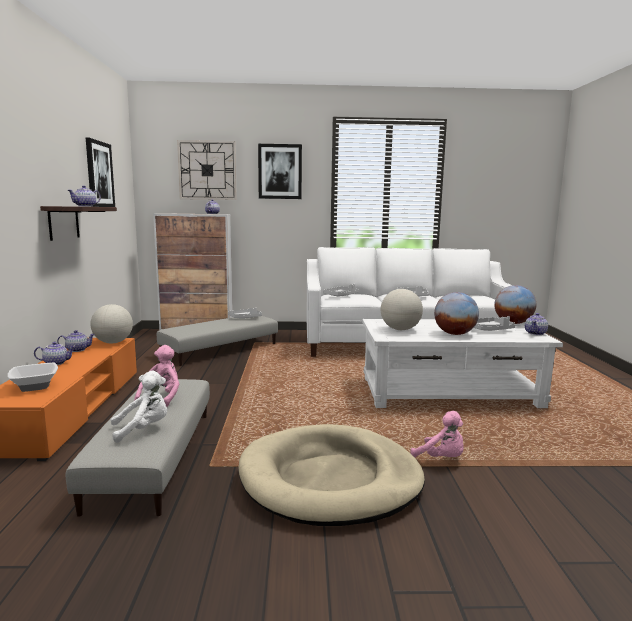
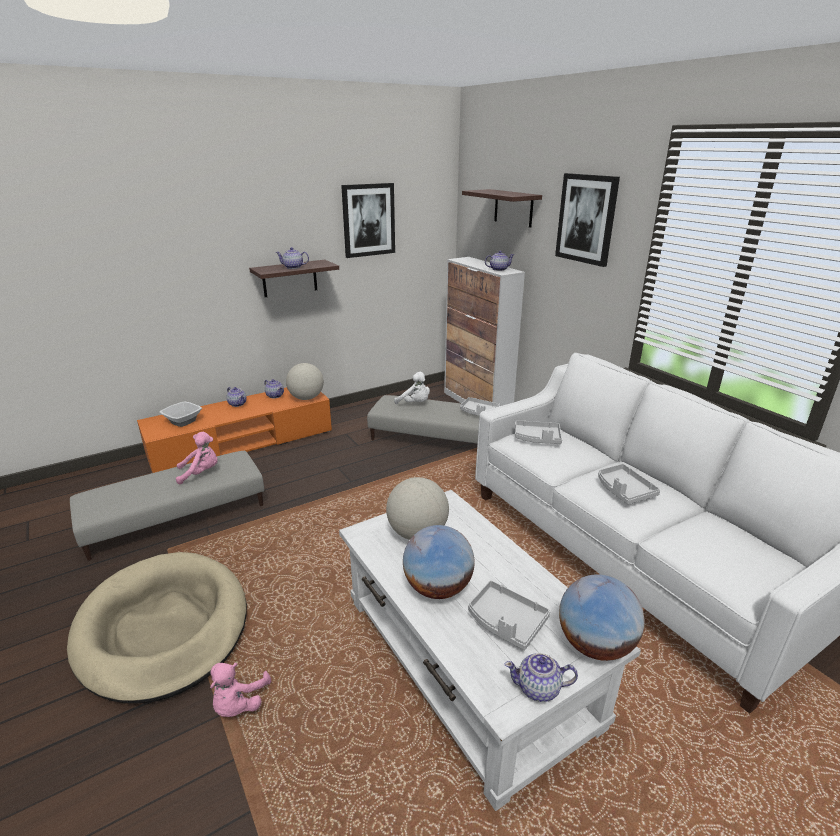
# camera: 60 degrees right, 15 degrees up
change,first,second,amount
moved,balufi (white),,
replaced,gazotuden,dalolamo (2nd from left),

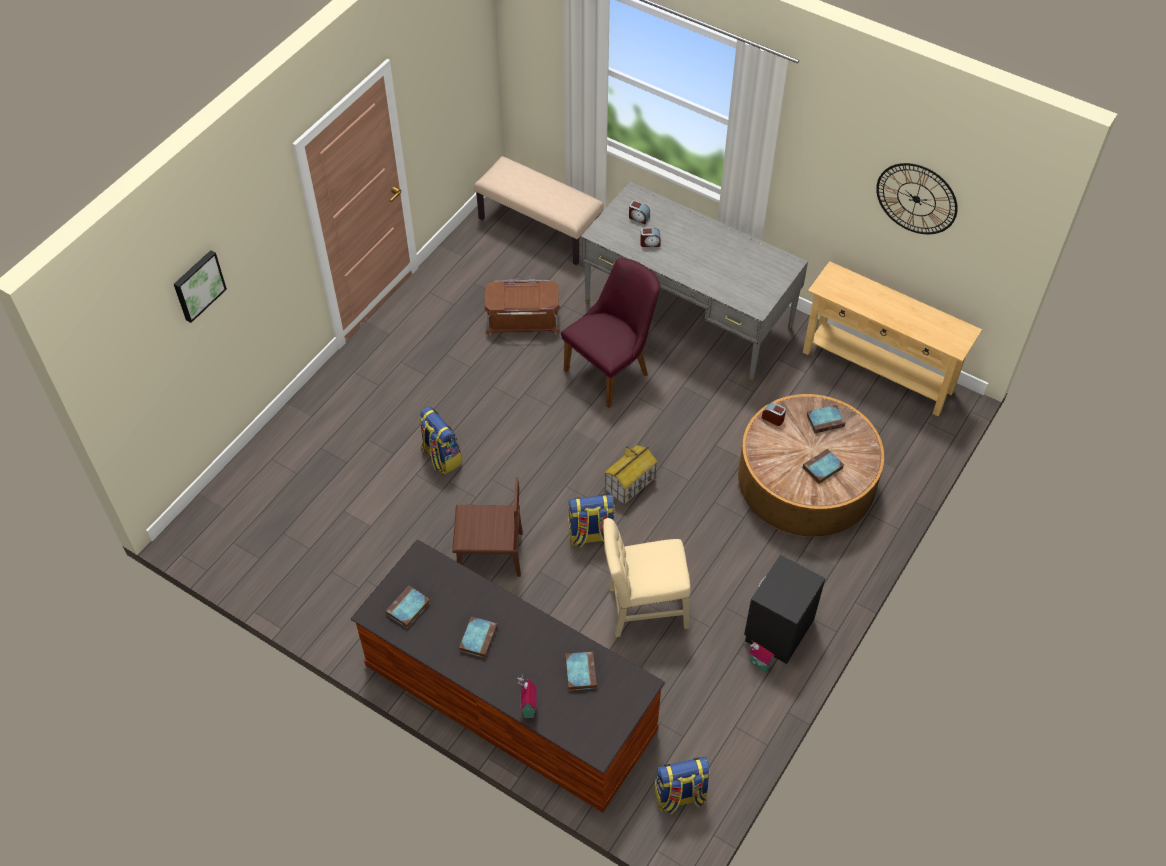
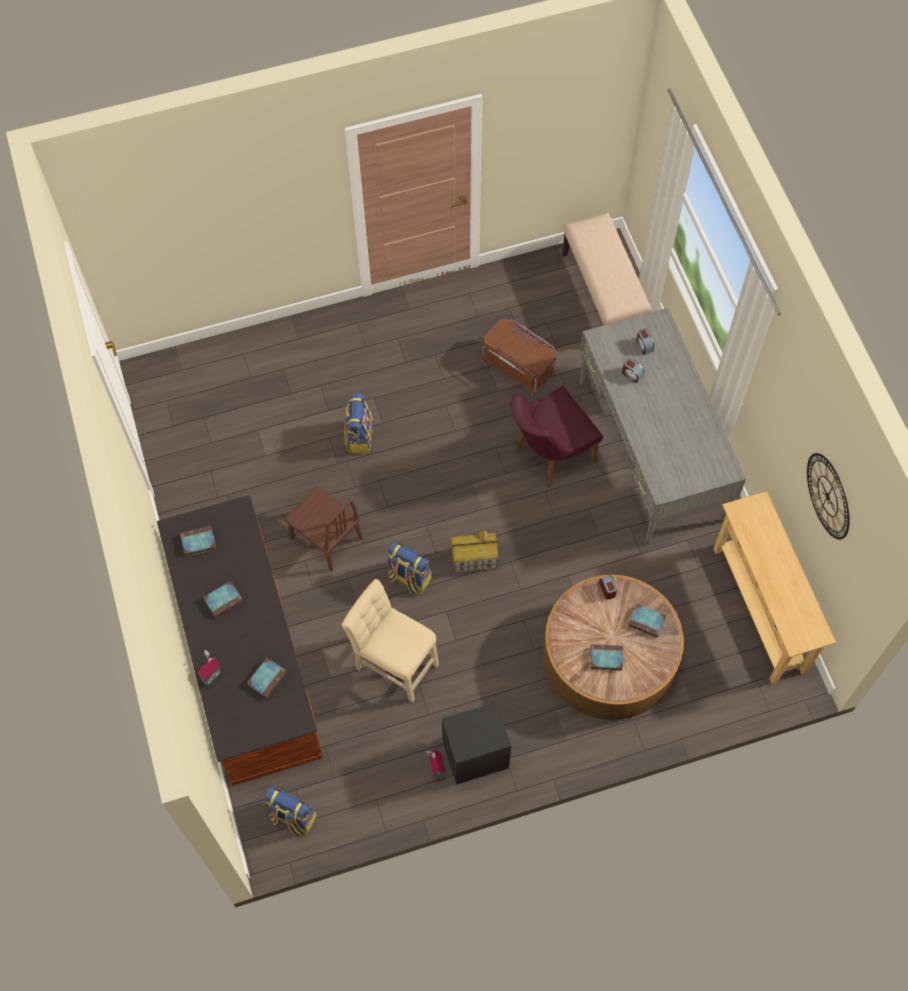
# camera: 40 degrees right, 10 degrees up
change,first,second,amount
turned,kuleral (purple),,150 degrees clockwise
removed,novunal,,

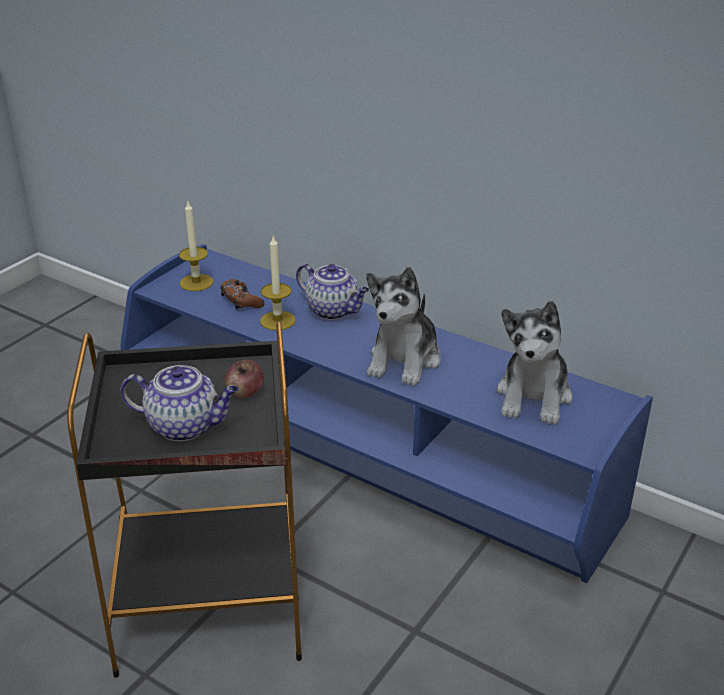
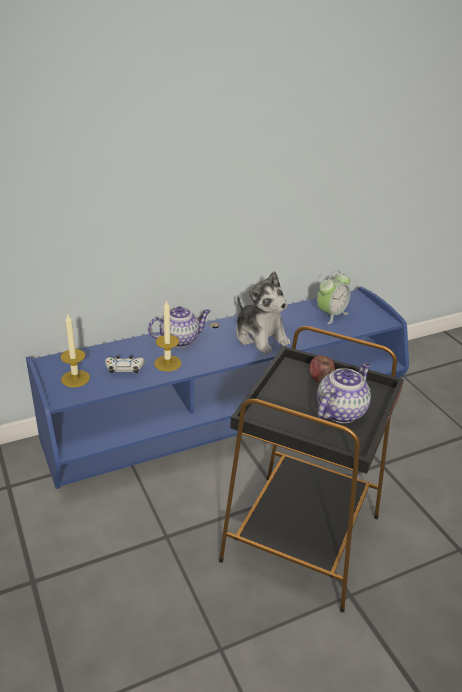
# camera: 60 degrees left, 0 degrees up
change,first,second,amount
recoloured,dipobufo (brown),dipobufo (white),
replaced,balufi (2nd from left),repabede,

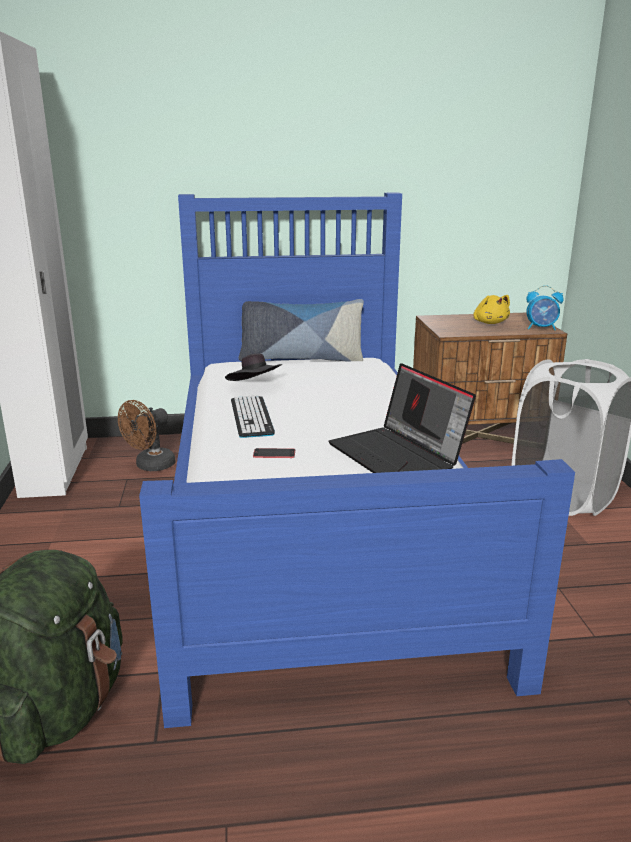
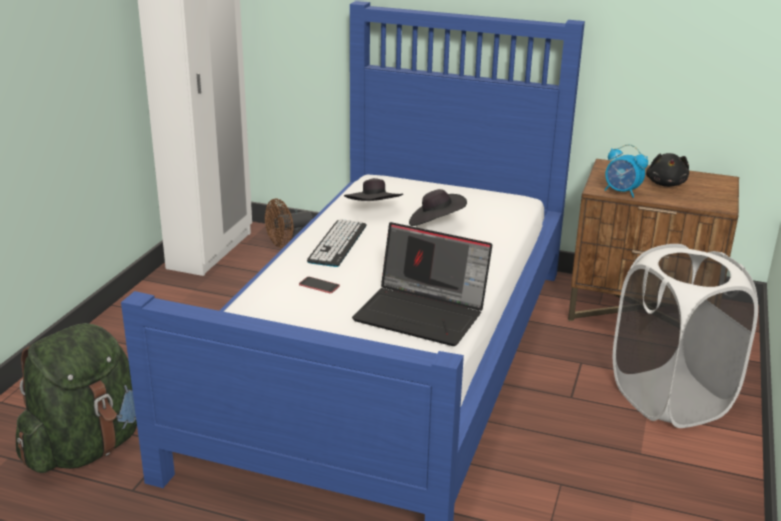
# camera: 25 degrees right, 5 degrees up
change,first,second,amount
turned,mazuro,,60 degrees counterclockwise
added,,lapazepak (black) (2nd from left),
moved,repabede,,
recoloured,balufi (yellow),balufi (black),
removed,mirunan,,

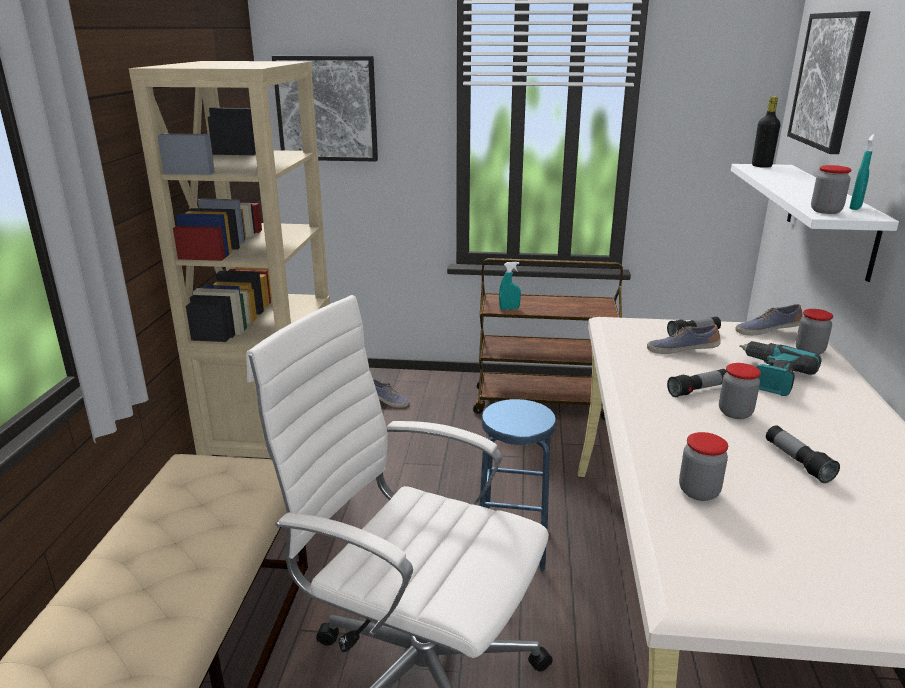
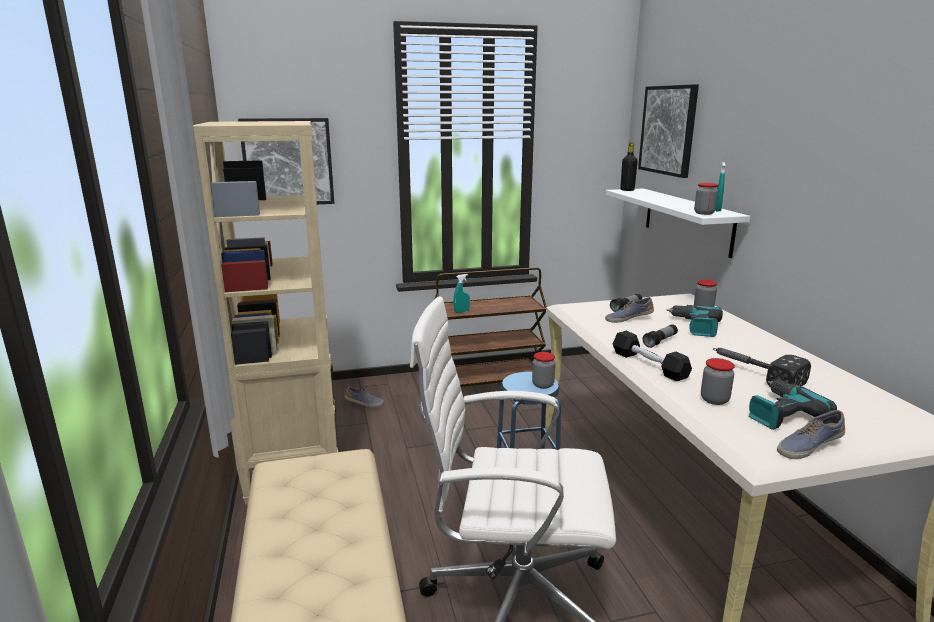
# camera: 20 degrees left, 5 degrees down
change,first,second,amount
moved,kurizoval (2nd from left in the first image),kurizoval (1st from left),
added,,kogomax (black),
replaced,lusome (3rd from left),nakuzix,
added,,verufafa (2nd from left),
moved,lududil (3rd from left),,

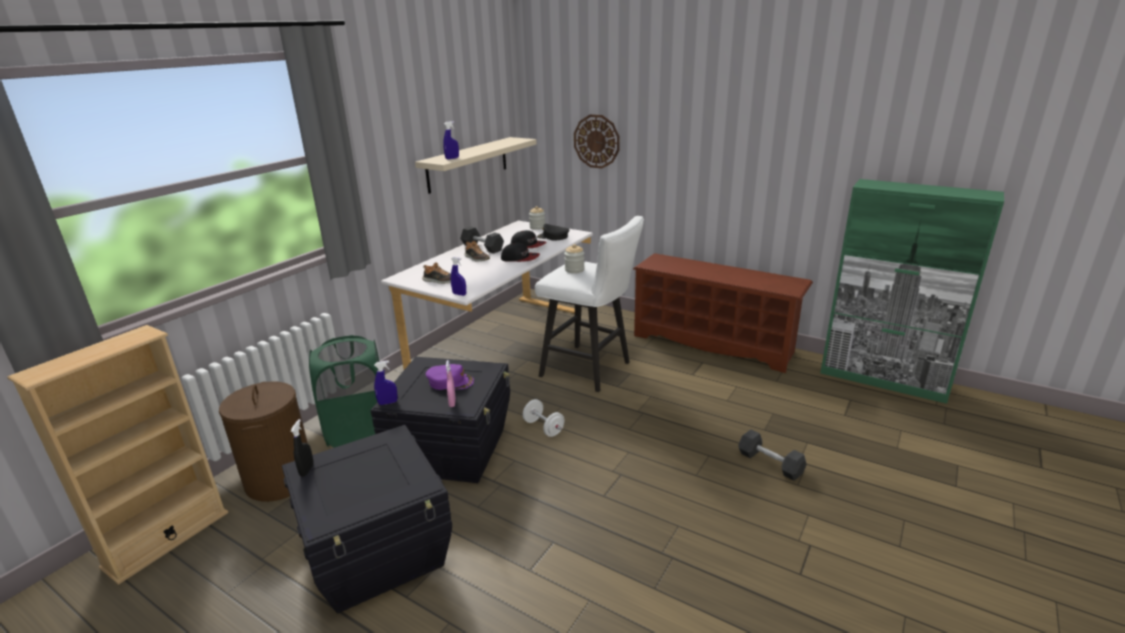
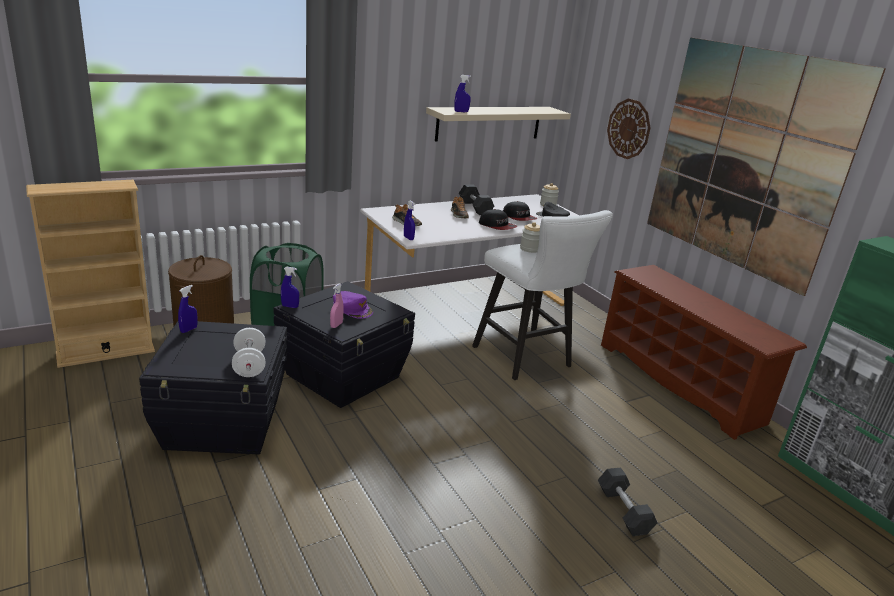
# camera: 25 degrees right, 0 degrees up
change,first,second,amount
recoloured,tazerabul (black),tazerabul (blue) (1st from left),
moved,kogomax (white),,
added,,novunal,

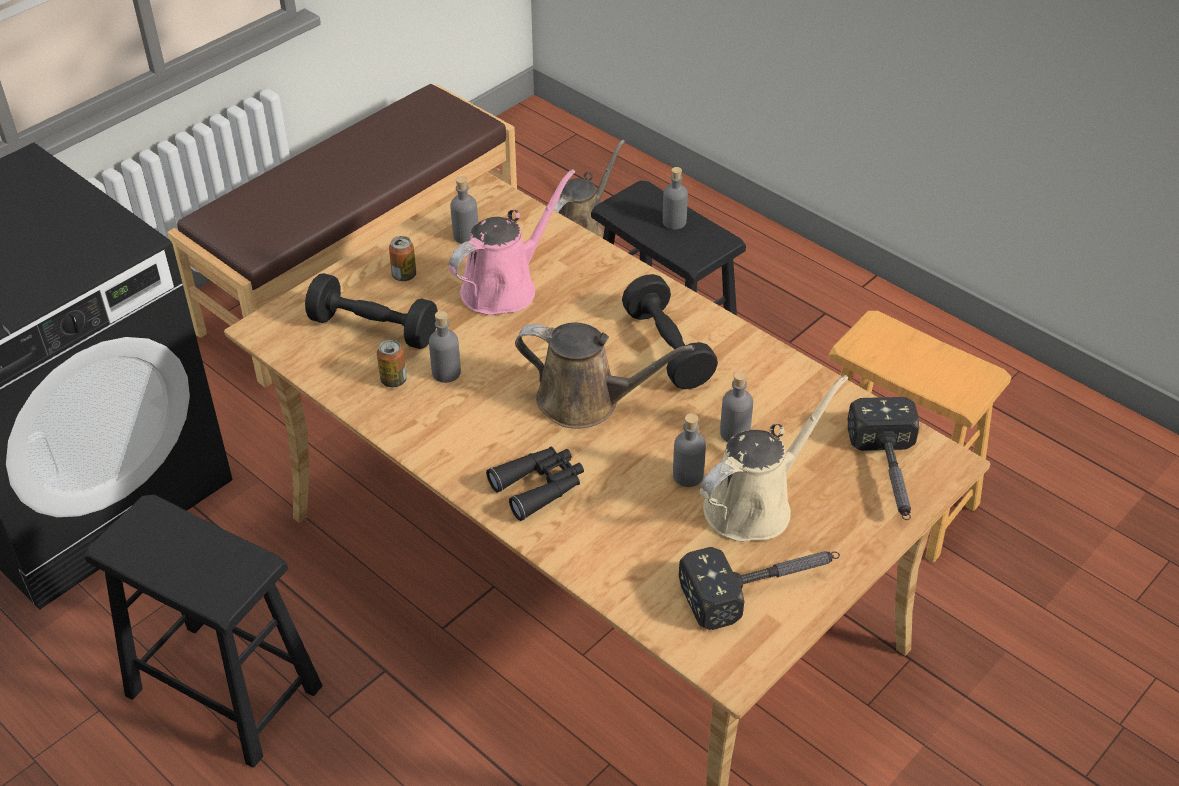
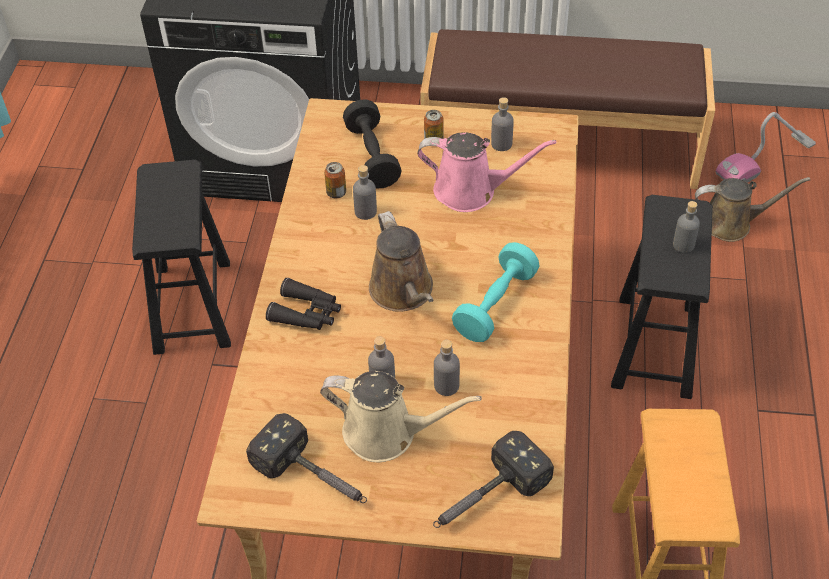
# camera: 55 degrees right, 5 degrees up
change,first,second,amount
recoloured,kogomax (black) (2nd from left),kogomax (turquoise),
added,,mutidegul,

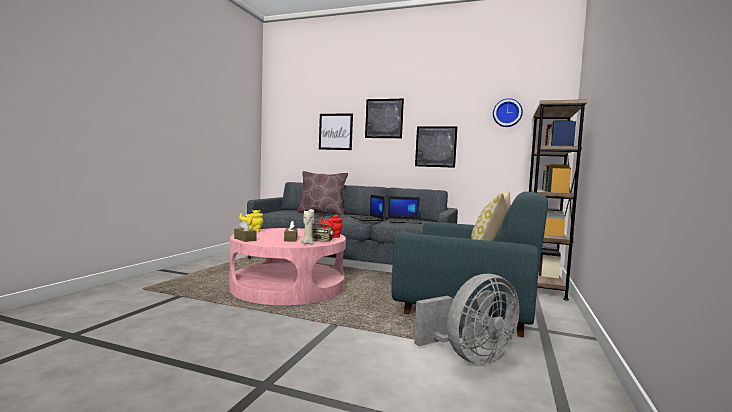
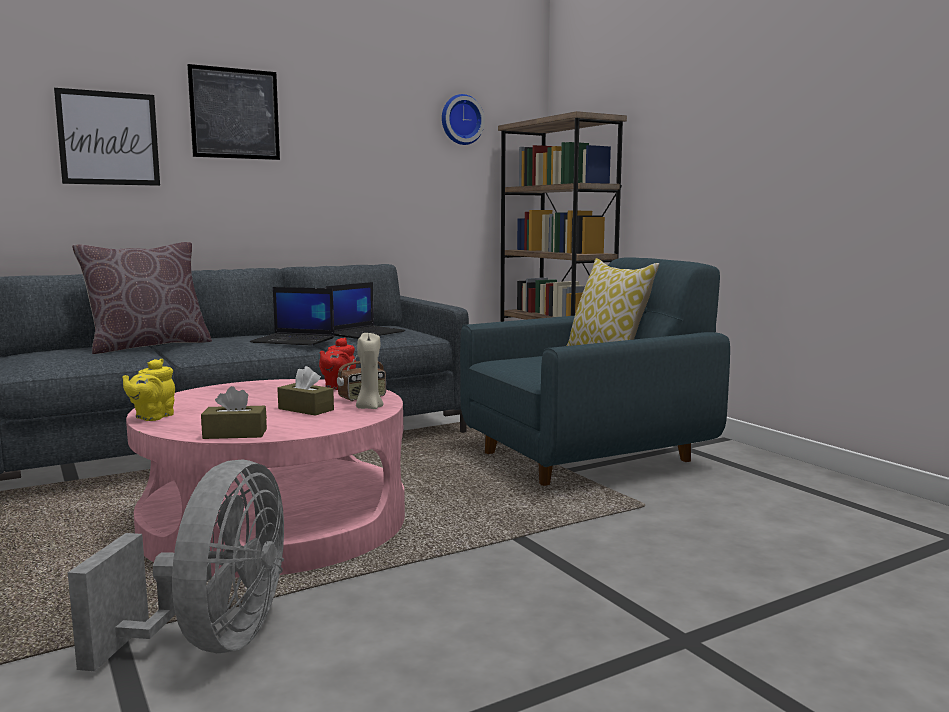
# camera: 50 degrees left, 5 degrees up
change,first,second,amount
moved,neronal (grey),,
removed,novunal (3rd from left),,

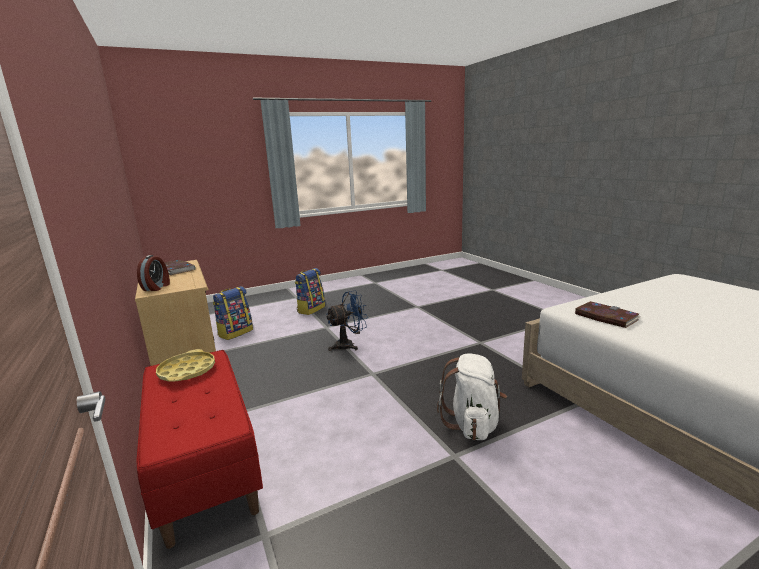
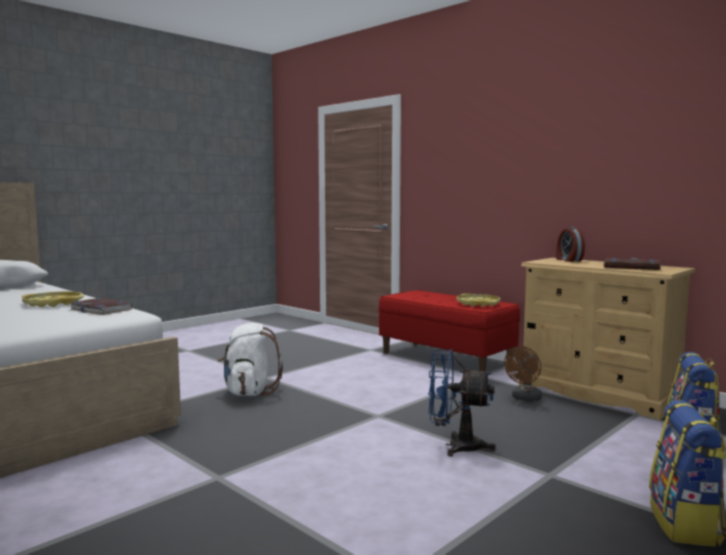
# camera: 160 degrees right, 10 degrees down
change,first,second,amount
added,,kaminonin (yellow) (1st from left),
turned,neronal (blue),,60 degrees clockwise
added,,neronal (brown),

